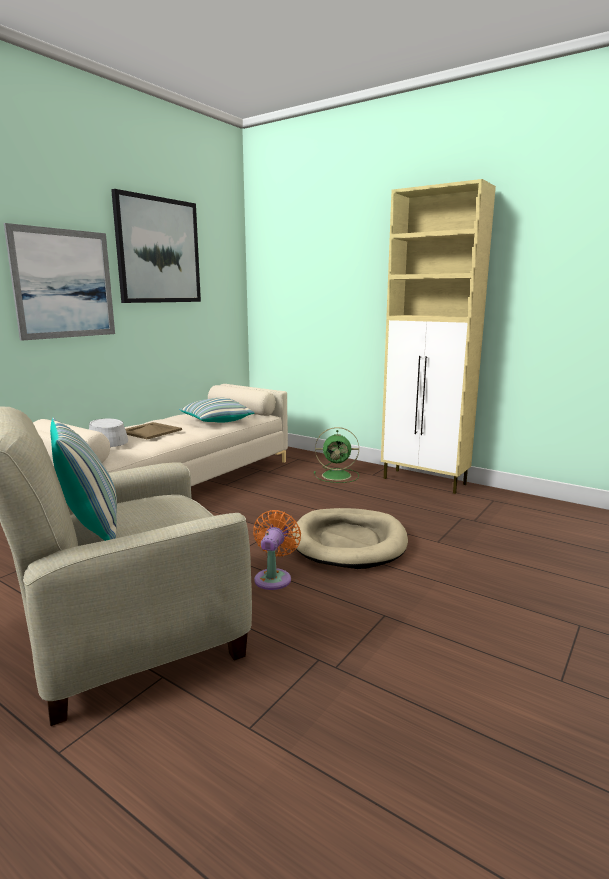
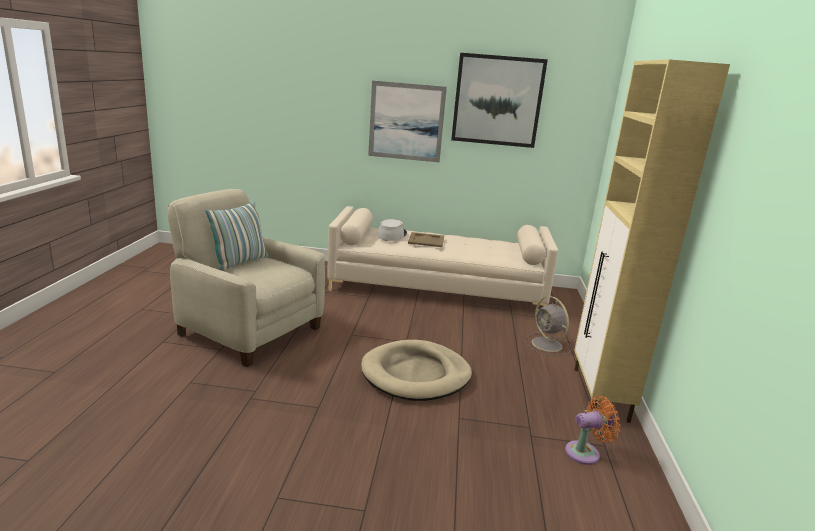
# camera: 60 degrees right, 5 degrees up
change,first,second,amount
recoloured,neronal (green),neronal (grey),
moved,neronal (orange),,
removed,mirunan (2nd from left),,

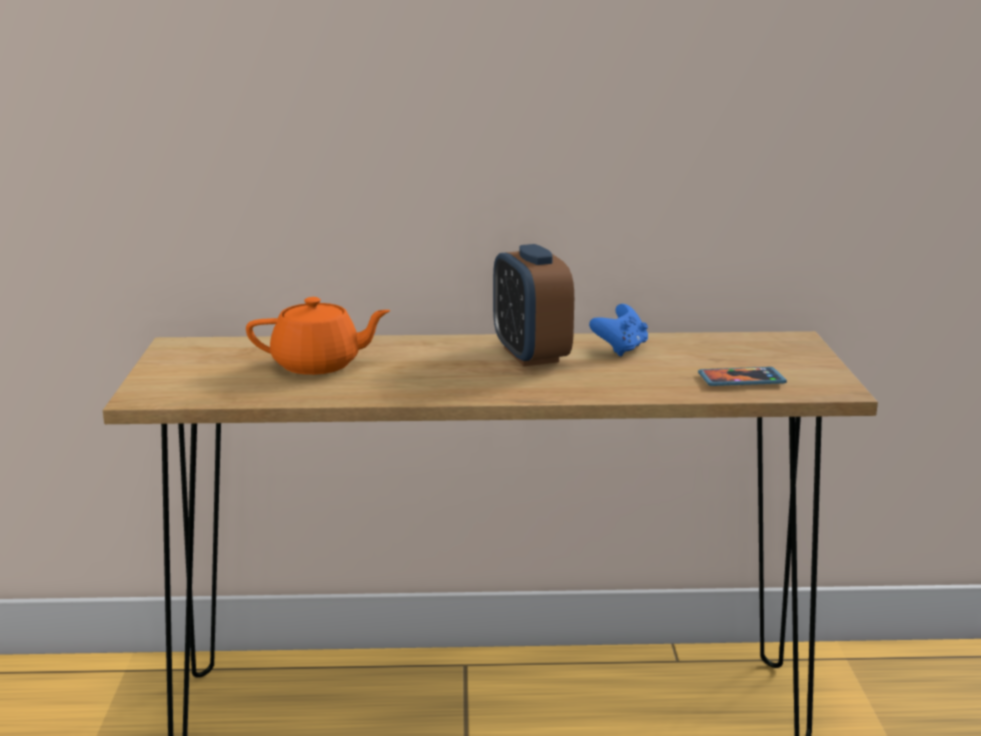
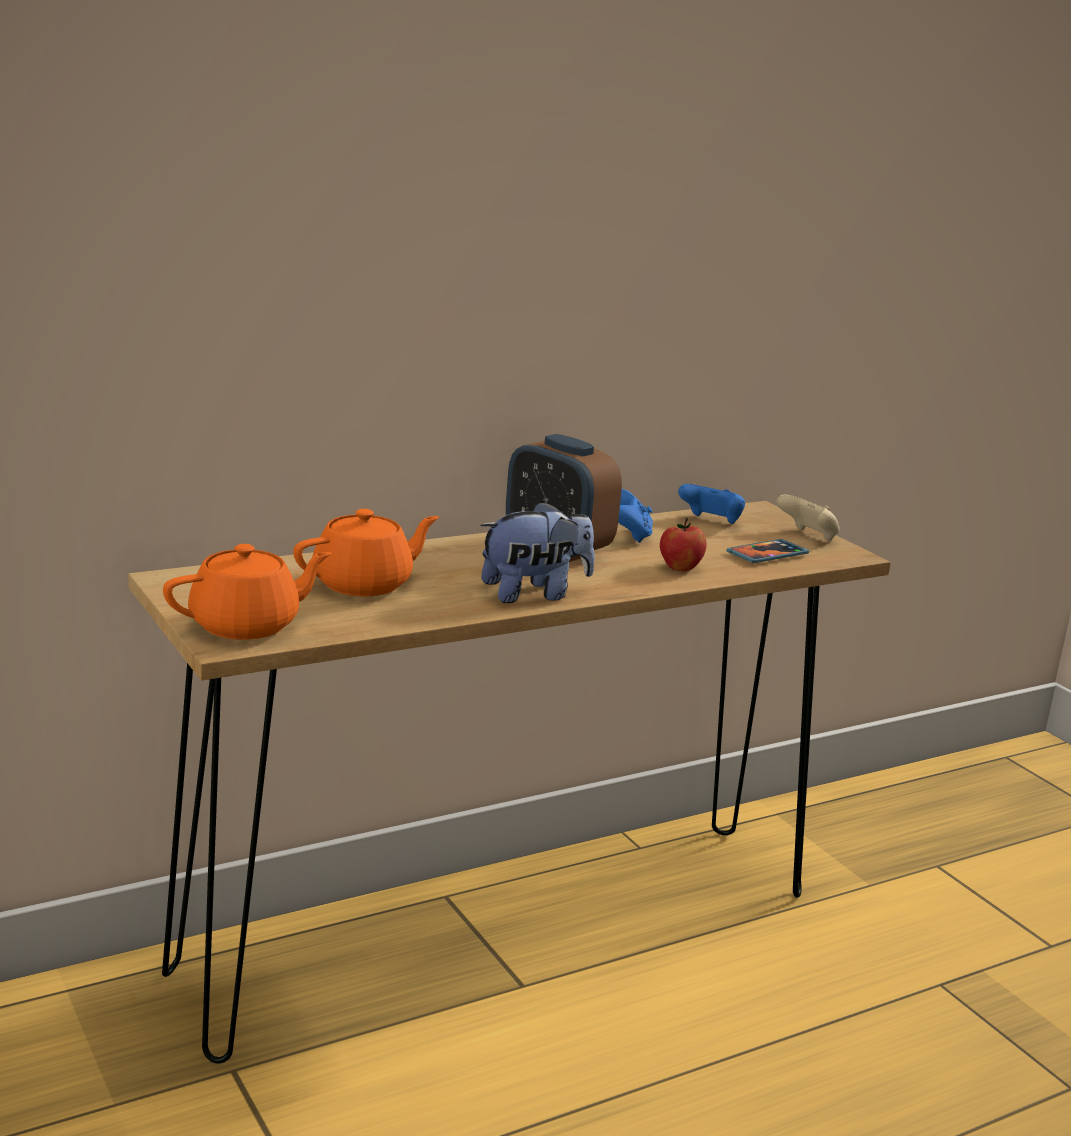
# camera: 30 degrees left, 0 degrees up
change,first,second,amount
added,,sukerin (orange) (1st from left),
added,,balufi,
added,,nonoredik,
added,,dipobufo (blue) (2nd from left),
added,,dipobufo (beige),

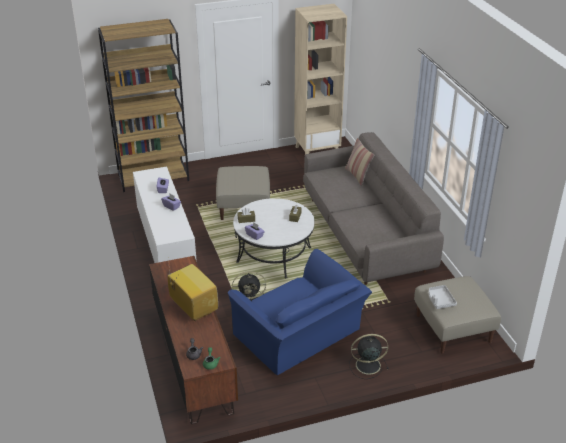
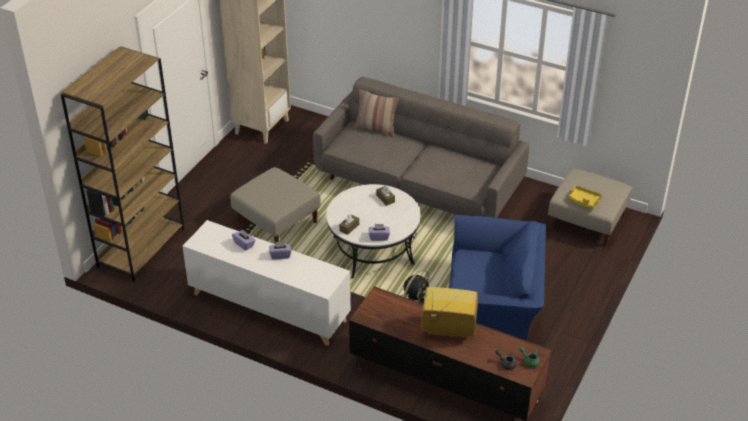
# camera: 45 degrees left, 5 degrees up
change,first,second,amount
recoloured,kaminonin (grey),kaminonin (yellow),
removed,neronal (black) (2nd from left),,

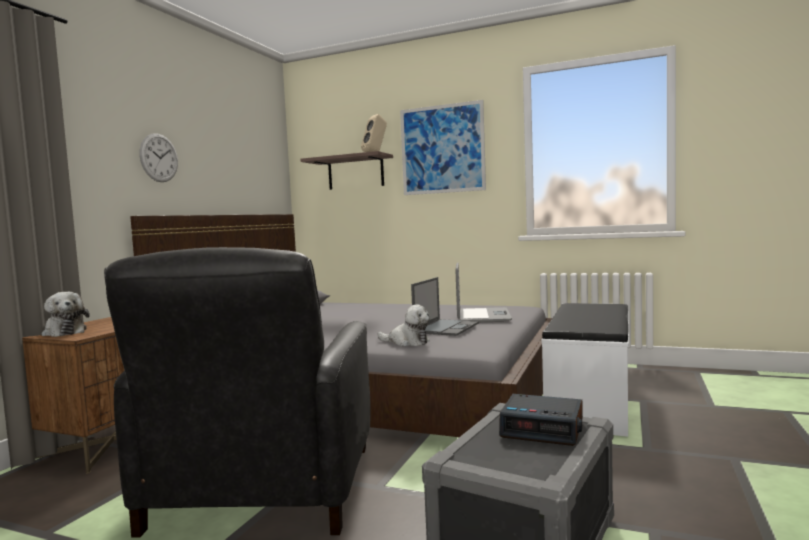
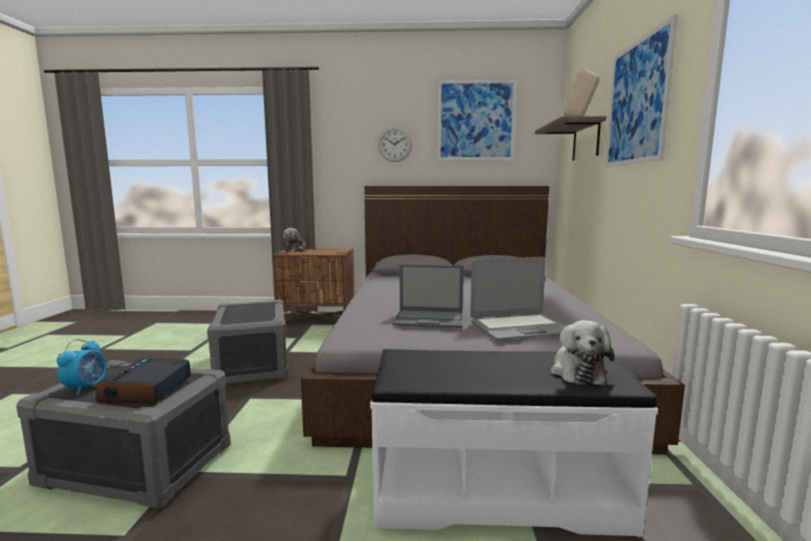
# camera: 70 degrees right, 5 degrees up
change,first,second,amount
added,,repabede (1st from left),
replaced,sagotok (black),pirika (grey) (2nd from left),
added,,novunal (1st from left),
moved,balufi (2nd from left),,

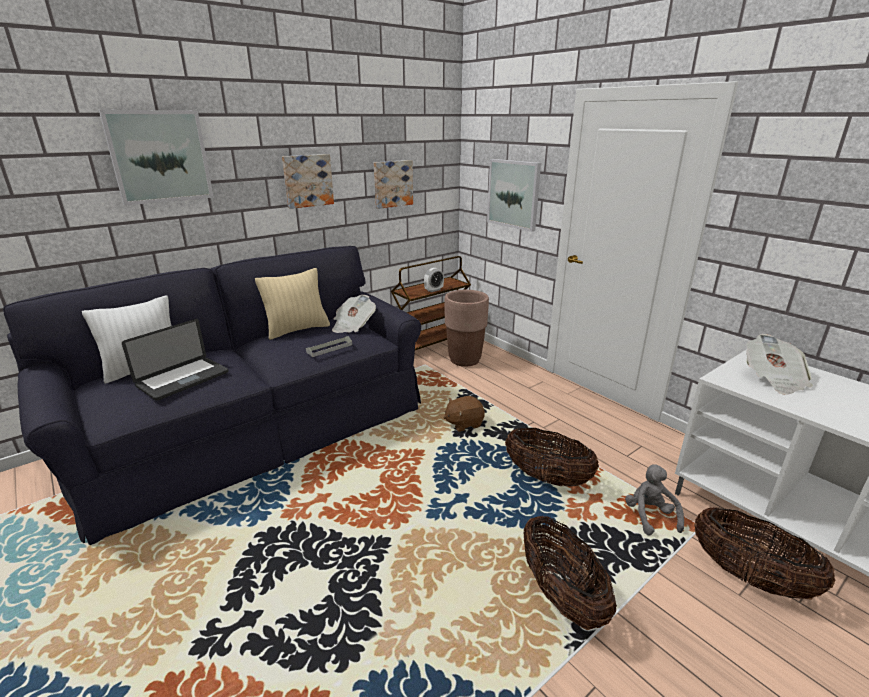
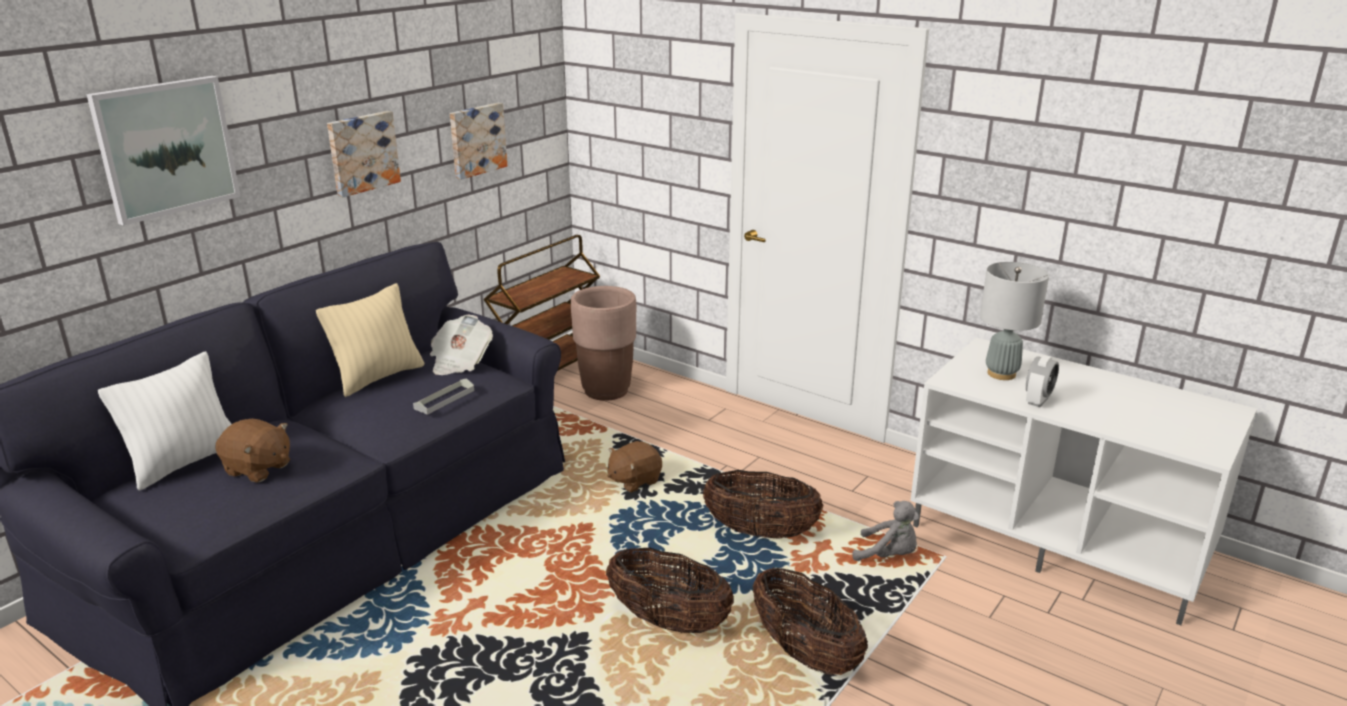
# camera: 15 degrees left, 0 degrees up
change,first,second,amount
replaced,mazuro,balufi (brown) (1st from left),
moved,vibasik (3rd from left in the first image),vibasik (1st from left),
turned,balufi (grey),,135 degrees clockwise
replaced,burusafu (2nd from left),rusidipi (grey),
moved,repabede,,
removed,novunal (4th from left),,

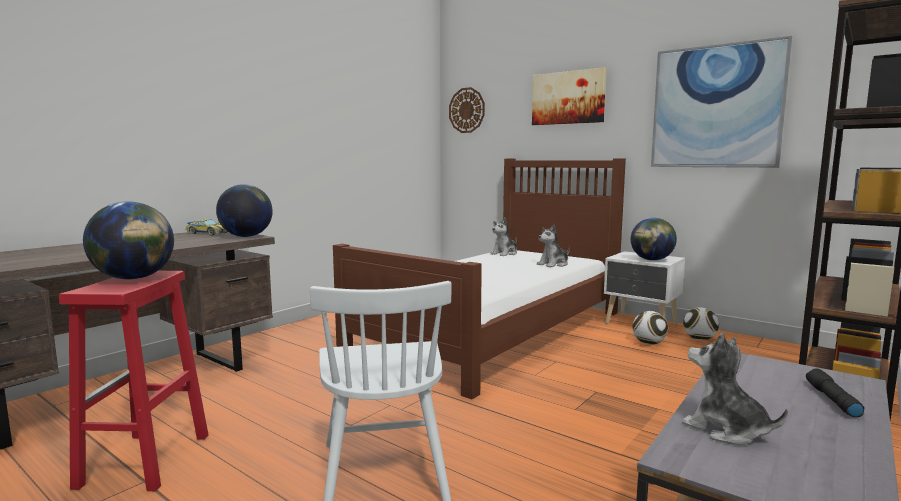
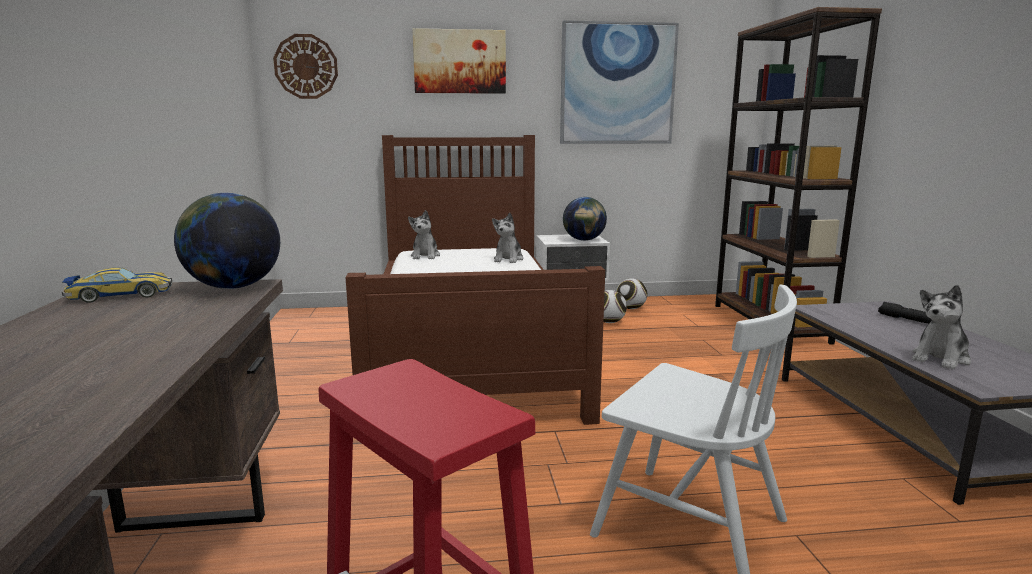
# camera: 45 degrees left, 5 degrees up
change,first,second,amount
turned,balufi (3rd from left),,45 degrees counterclockwise
removed,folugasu (1st from left),,

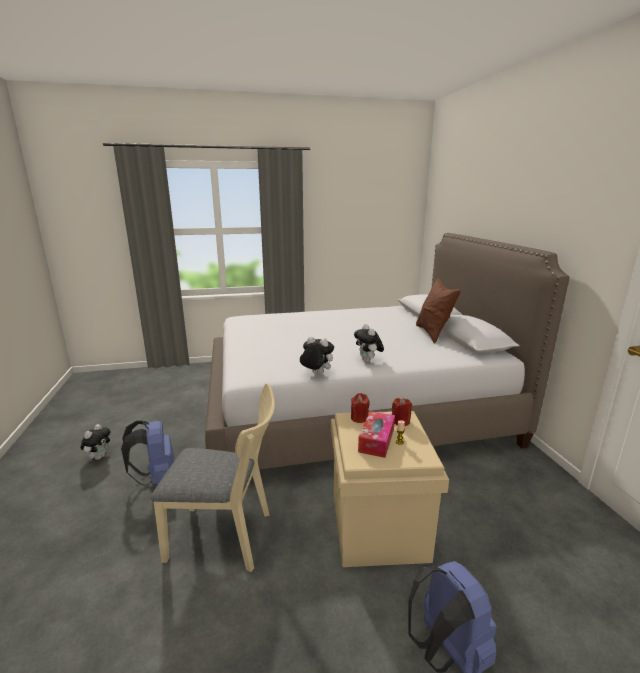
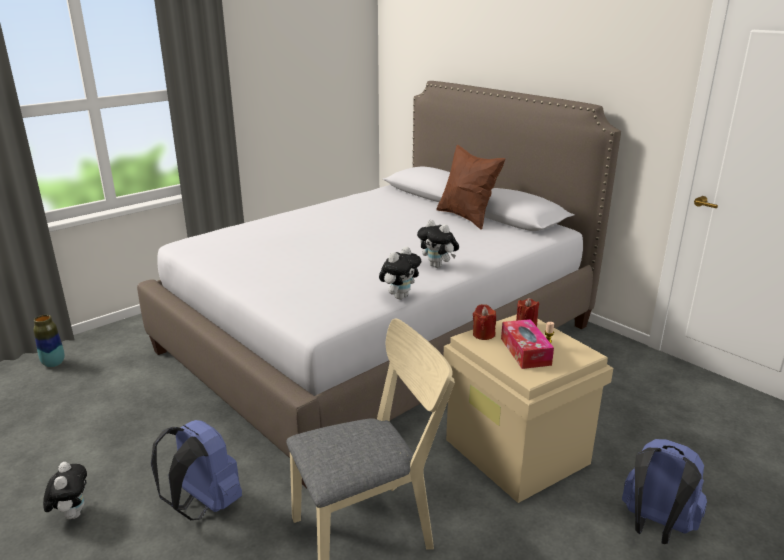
# camera: 30 degrees left, 5 degrees up
change,first,second,amount
added,,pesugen,
turned,balufi (2nd from left),,135 degrees clockwise

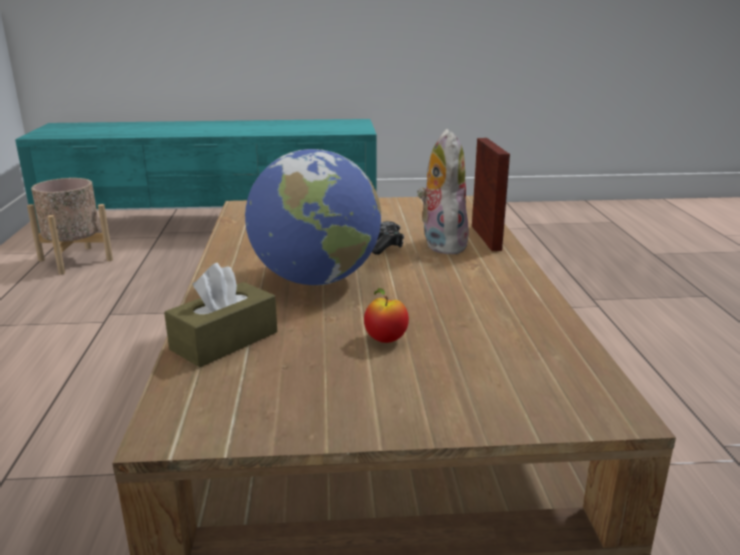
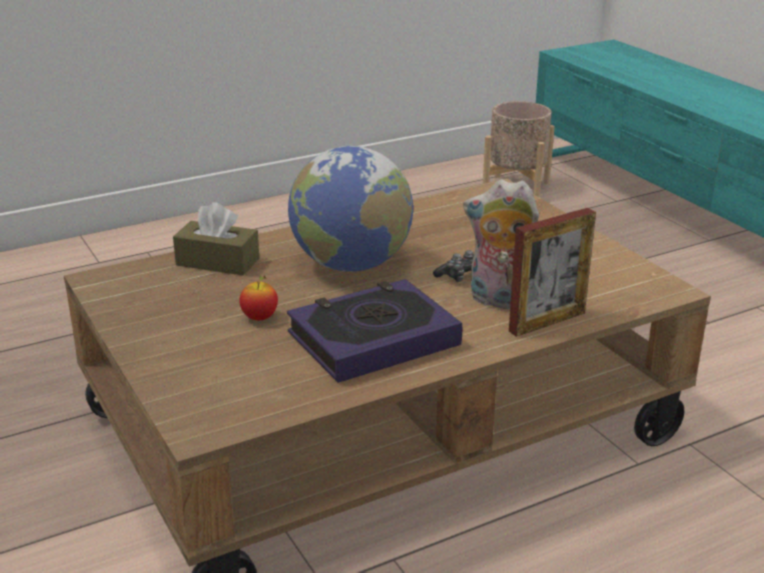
# camera: 65 degrees right, 5 degrees up
change,first,second,amount
added,,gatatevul,
turned,balufi,,135 degrees counterclockwise

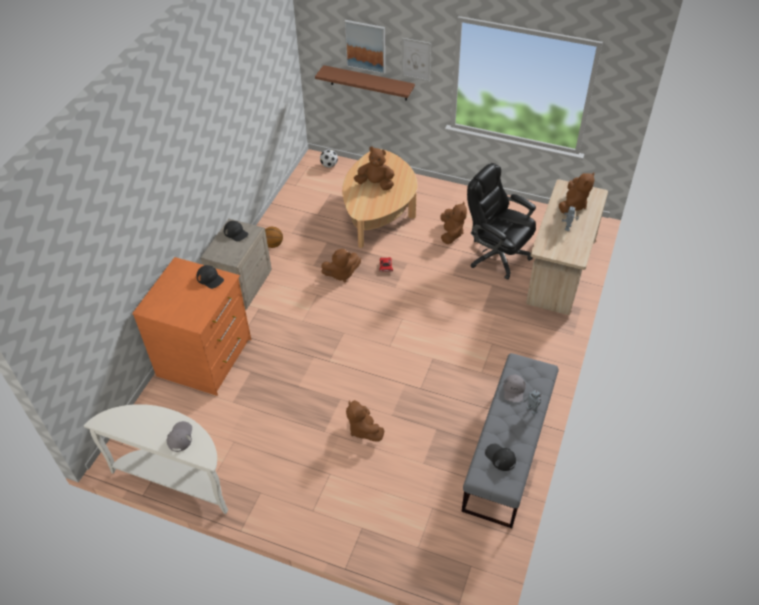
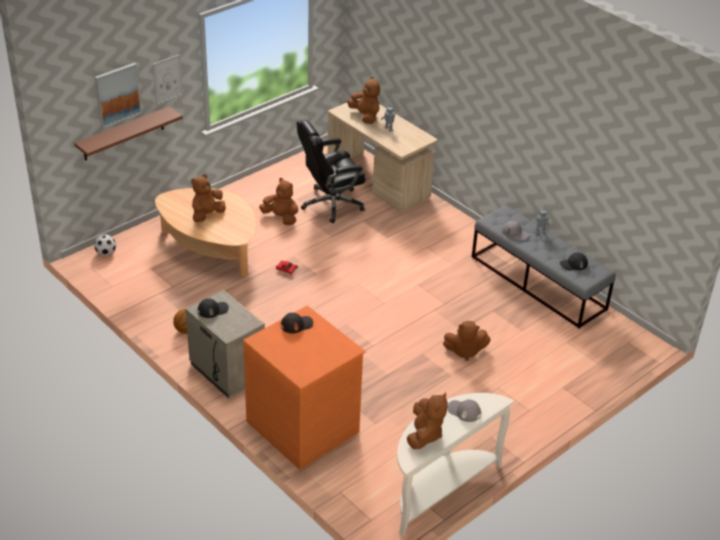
# camera: 65 degrees left, 10 degrees down
change,first,second,amount
moved,balufi (brown) (1st from left in the first image),balufi (brown) (4th from left),

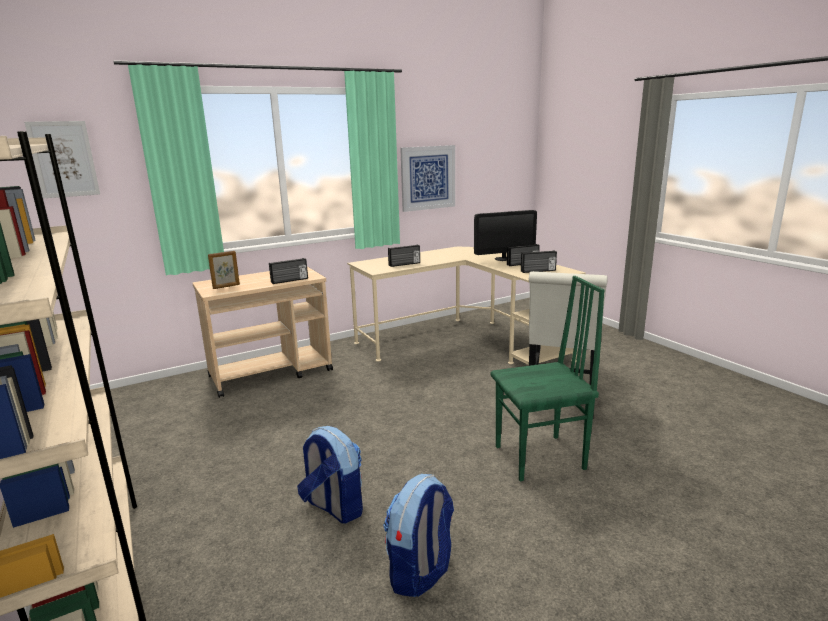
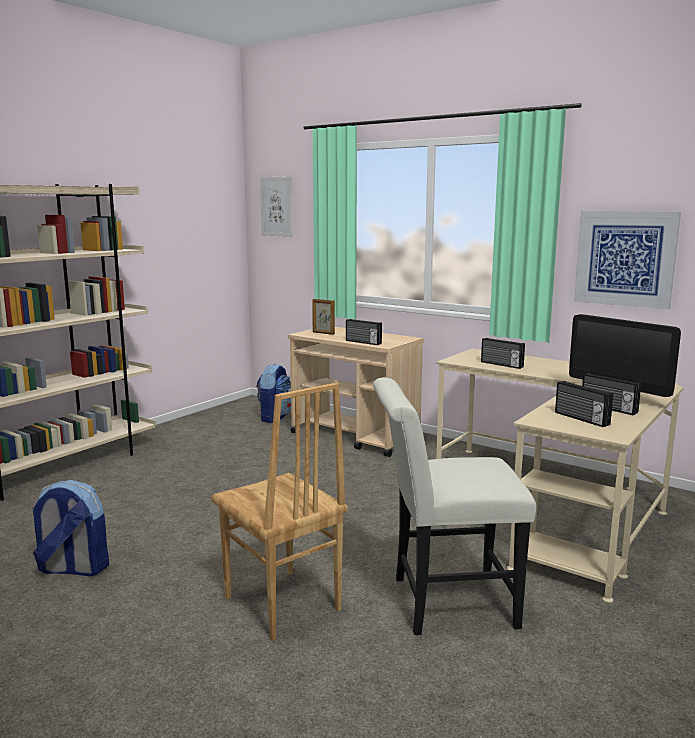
# camera: 65 degrees right, 5 degrees down
change,first,second,amount
recoloured,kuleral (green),kuleral (brown),
moved,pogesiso (1st from left in the first image),pogesiso (2nd from left),

